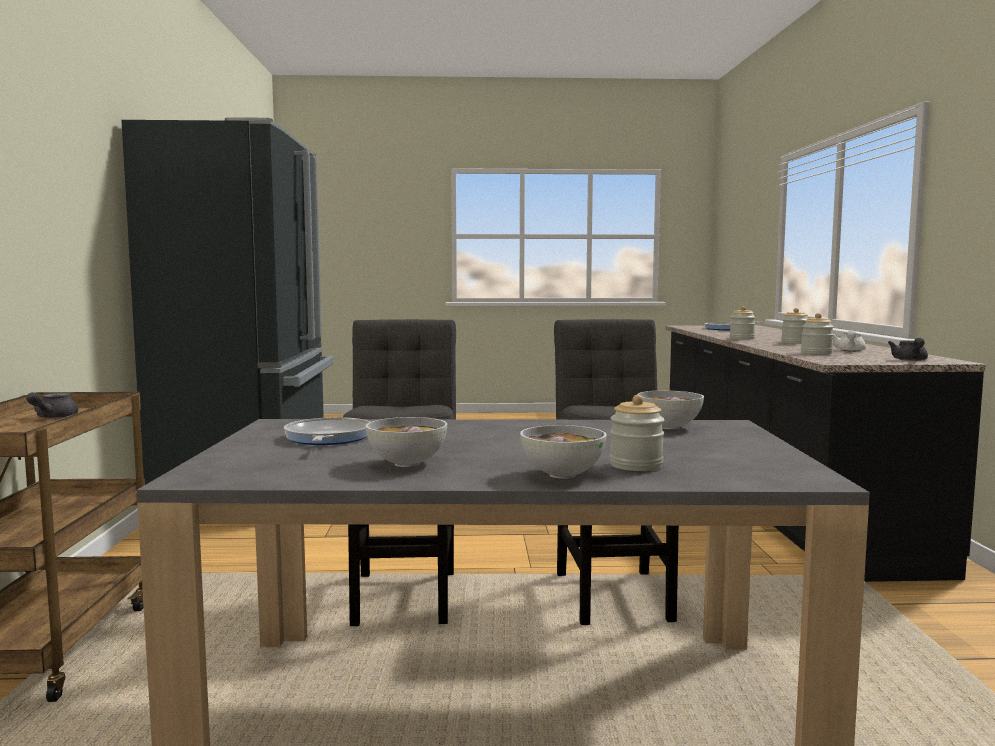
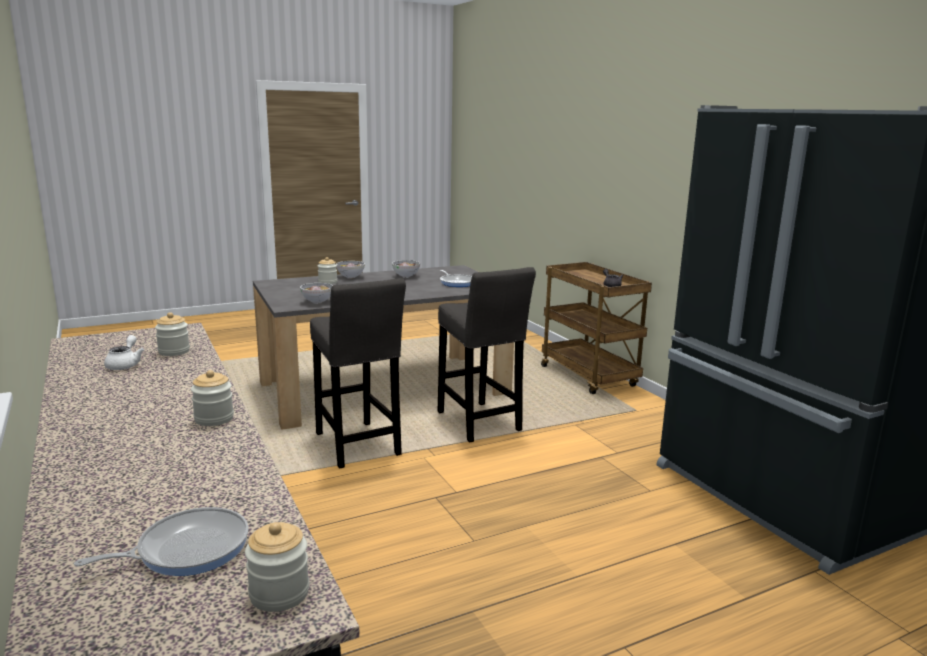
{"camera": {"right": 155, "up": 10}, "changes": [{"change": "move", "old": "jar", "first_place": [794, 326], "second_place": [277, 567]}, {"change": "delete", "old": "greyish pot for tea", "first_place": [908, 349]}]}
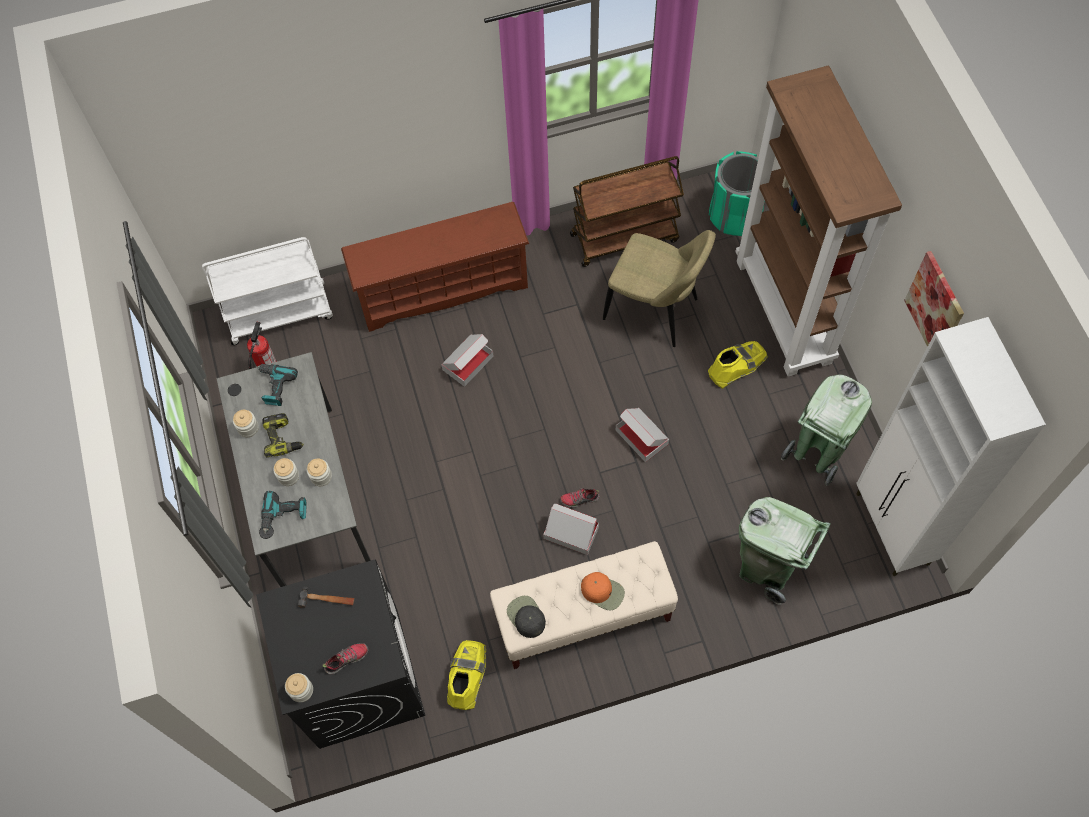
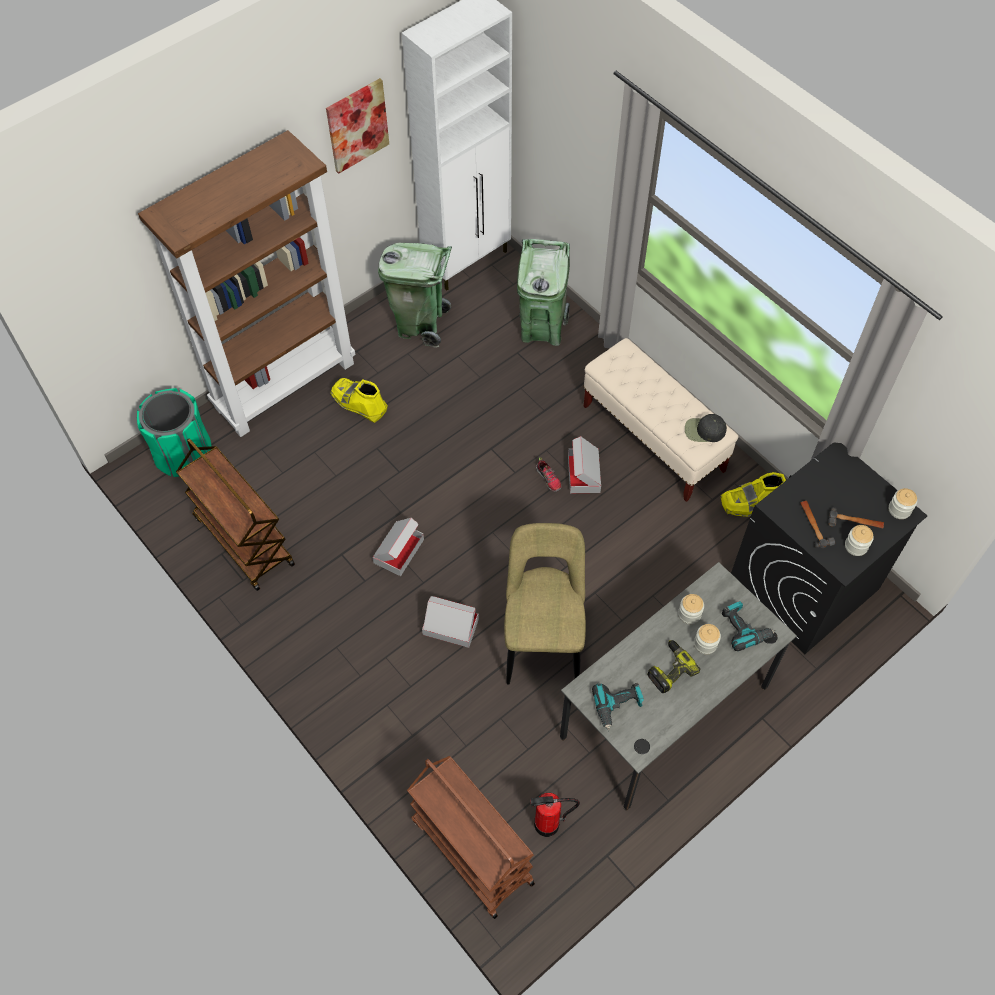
{"camera": {"right": -115, "up": -5}, "changes": [{"change": "delete", "old": "brown shoe shelf", "first_place": [435, 267]}, {"change": "move", "old": "sand-coloured chair", "first_place": [659, 288], "second_place": [545, 603]}, {"change": "recolor", "old": "white-coloured trolley", "new": "brown trolley", "first_place": [267, 291], "second_place": [471, 837]}, {"change": "move", "old": "carton", "first_place": [642, 435], "second_place": [398, 547]}, {"change": "move", "old": "jar", "first_place": [246, 423], "second_place": [859, 540]}, {"change": "delete", "old": "orangey baseball cap", "first_place": [603, 591]}, {"change": "rotate", "old": "black baseball cap", "first_place": [526, 617], "second_place": [706, 428], "degrees": 60}, {"change": "delete", "old": "item of footwear", "first_place": [345, 659]}, {"change": "insert", "new": "tool hammer", "second_place": [856, 518]}]}
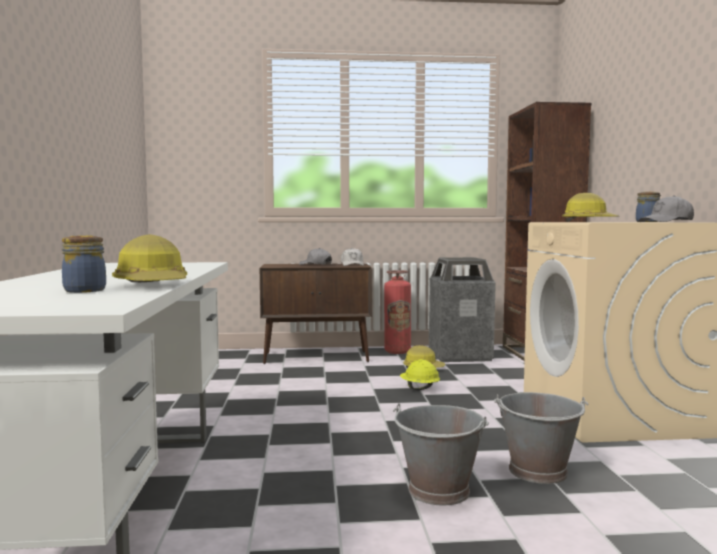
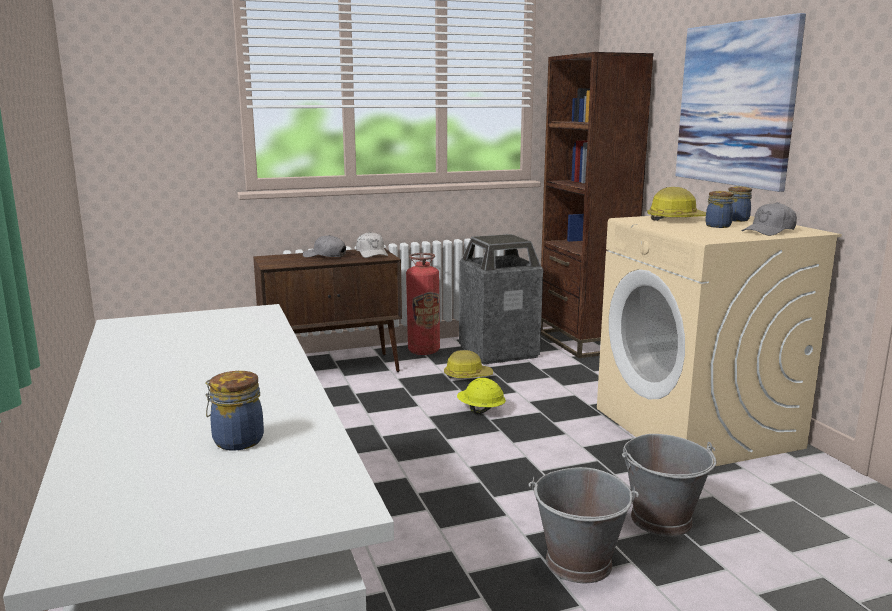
{"camera": {"right": -15, "up": 10}, "changes": [{"change": "delete", "old": "safety helmet", "first_place": [149, 258]}, {"change": "insert", "new": "wall art", "second_place": [740, 102]}, {"change": "insert", "new": "jar", "second_place": [719, 209]}]}
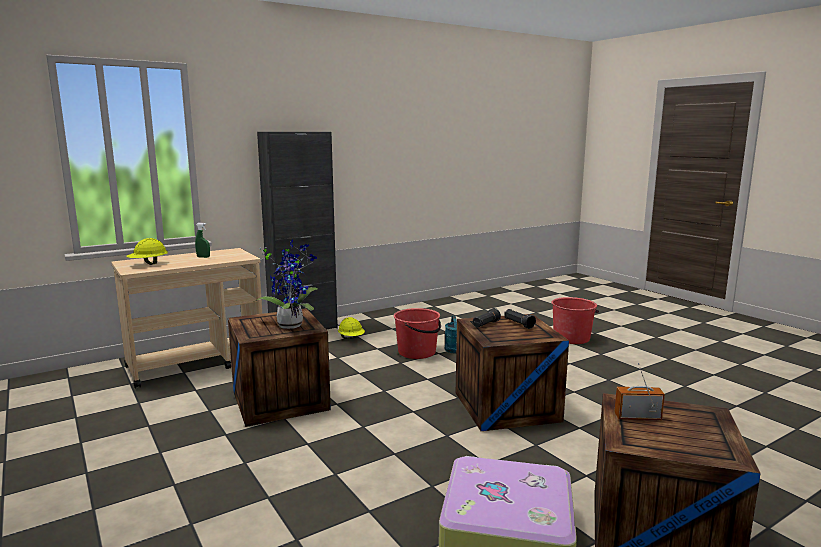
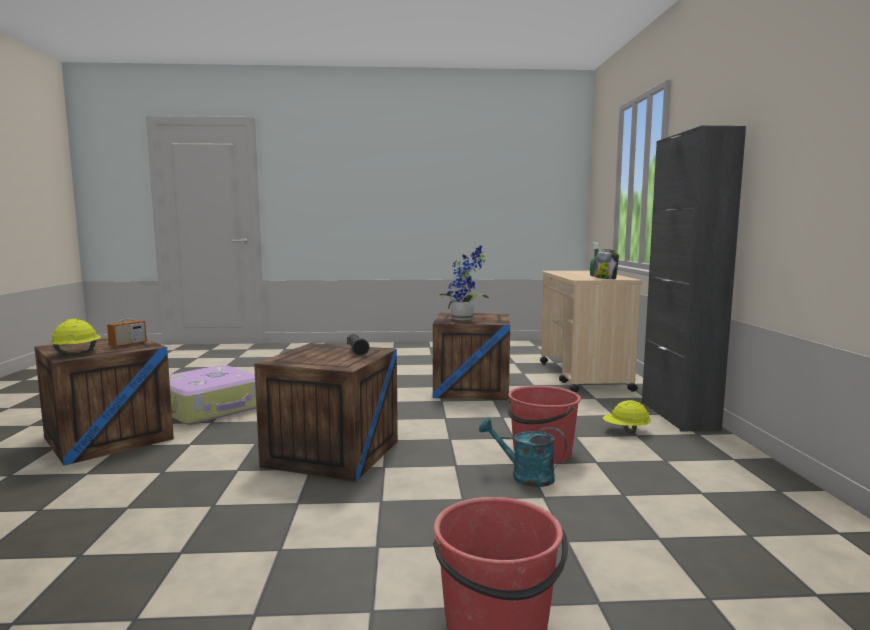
{"camera": {"right": 120, "up": -5}, "changes": [{"change": "move", "old": "yellowish safety helmet", "first_place": [147, 251], "second_place": [75, 336]}, {"change": "delete", "old": "black torch", "first_place": [520, 319]}, {"change": "insert", "new": "jar", "second_place": [606, 264]}]}
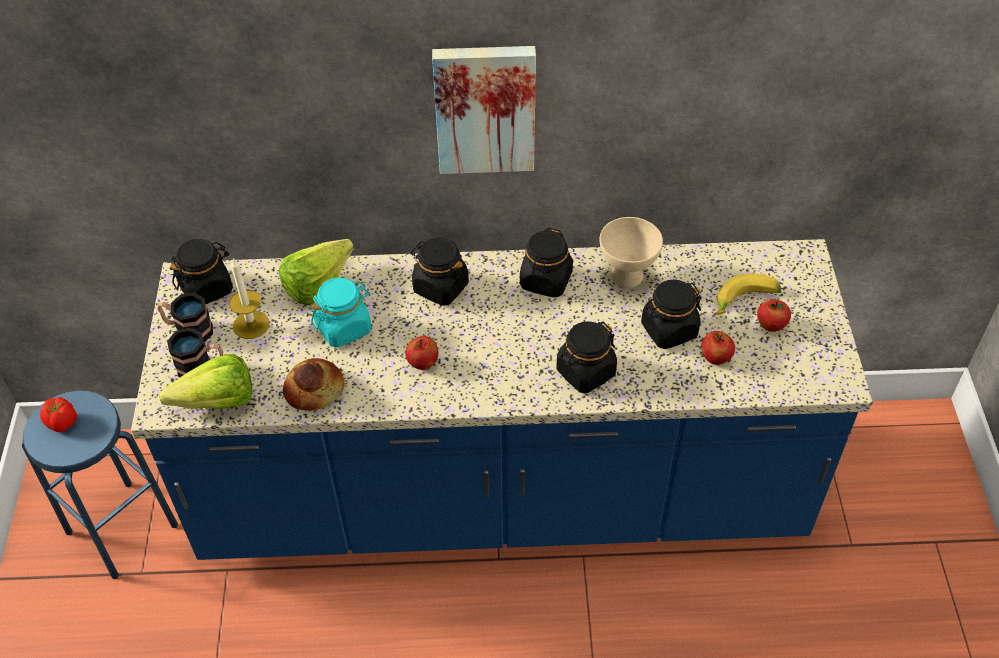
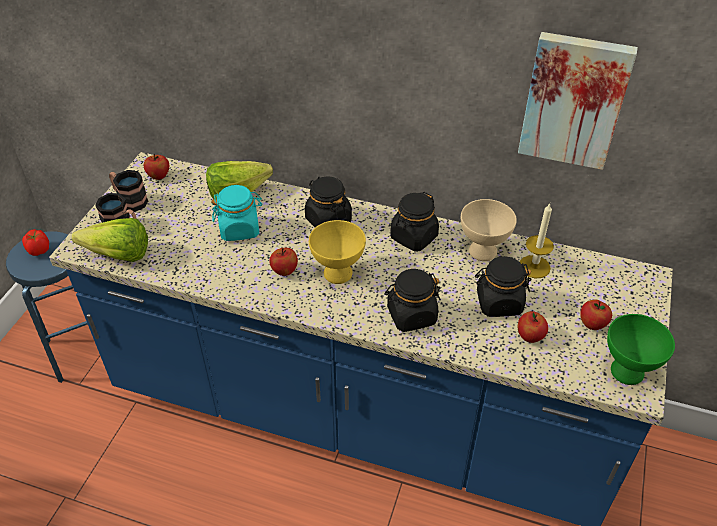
{"camera": {"right": 20, "up": -5}, "changes": [{"change": "move", "old": "wall art", "first_place": [484, 110], "second_place": [578, 101]}, {"change": "replace", "old": "black jar", "new": "apple", "first_place": [201, 271], "second_place": [156, 167]}, {"change": "move", "old": "candle", "first_place": [249, 298], "second_place": [537, 240]}, {"change": "delete", "old": "banana fruit", "first_place": [747, 294]}, {"change": "delete", "old": "baked bread", "first_place": [314, 384]}, {"change": "insert", "new": "yellowish bowl", "second_place": [337, 252]}, {"change": "insert", "new": "green bowl", "second_place": [641, 349]}]}
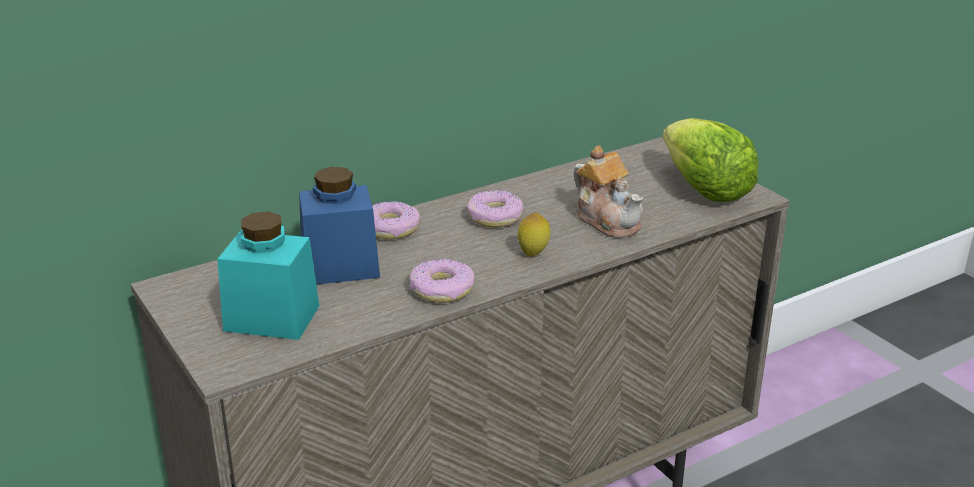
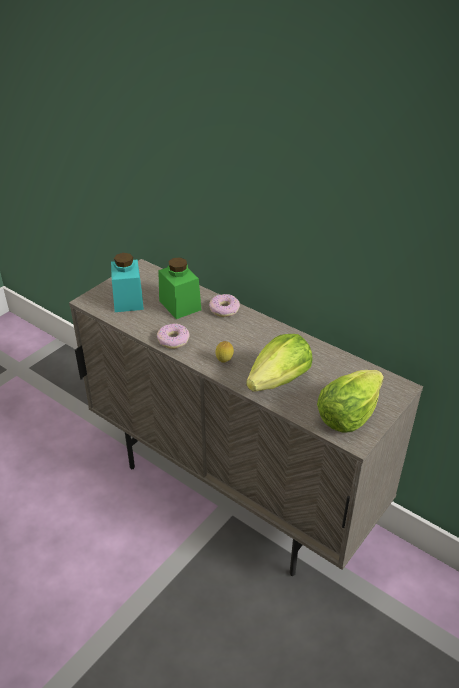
{"camera": {"right": 70, "up": 10}, "changes": [{"change": "replace", "old": "pot for tea", "new": "lettuce", "first_place": [608, 191], "second_place": [279, 362]}, {"change": "recolor", "old": "blue-coloured jar", "new": "green jar", "first_place": [339, 226], "second_place": [179, 288]}, {"change": "delete", "old": "ring doughnut", "first_place": [495, 209]}]}
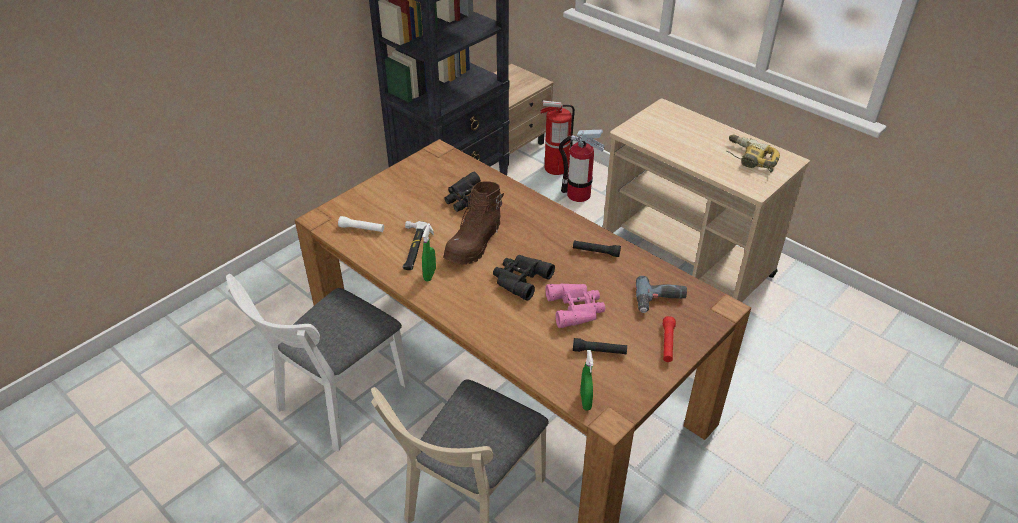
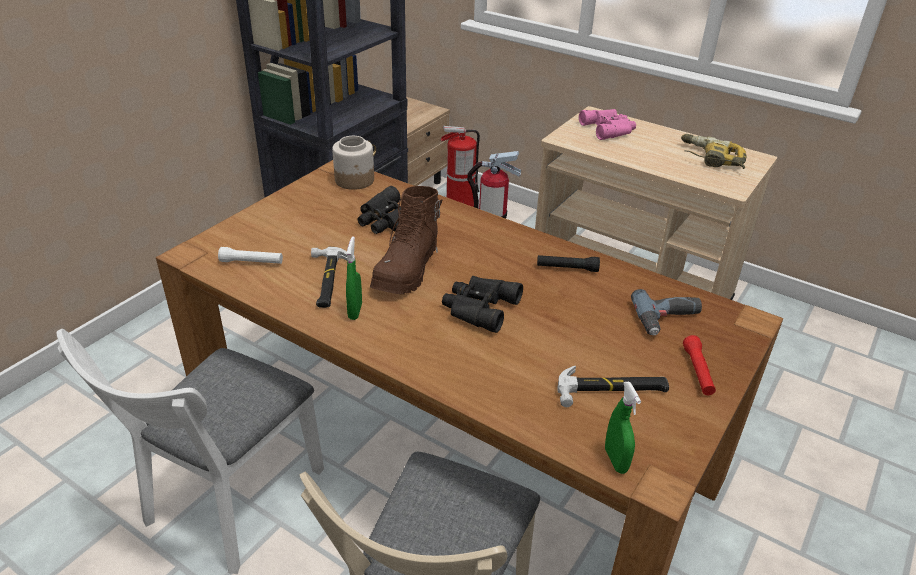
{"camera": {"right": -10, "up": -5}, "changes": [{"change": "move", "old": "pink-coloured binoculars", "first_place": [575, 305], "second_place": [607, 124]}, {"change": "replace", "old": "black torch", "new": "tool hammer", "first_place": [600, 346], "second_place": [613, 386]}, {"change": "insert", "new": "jar", "second_place": [353, 163]}]}
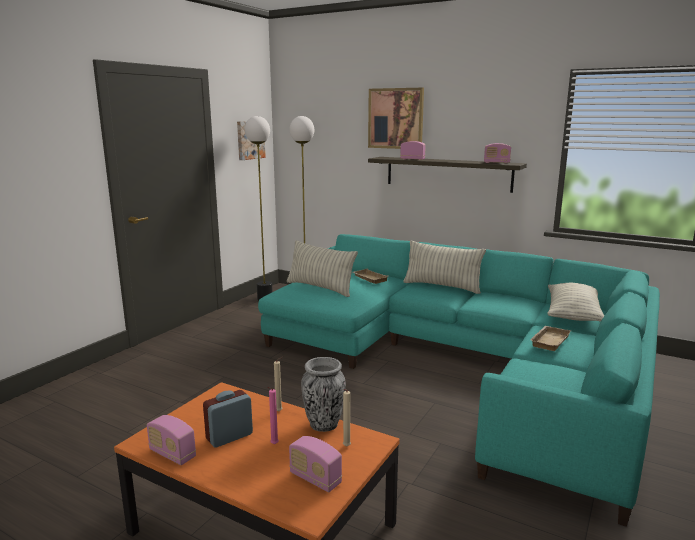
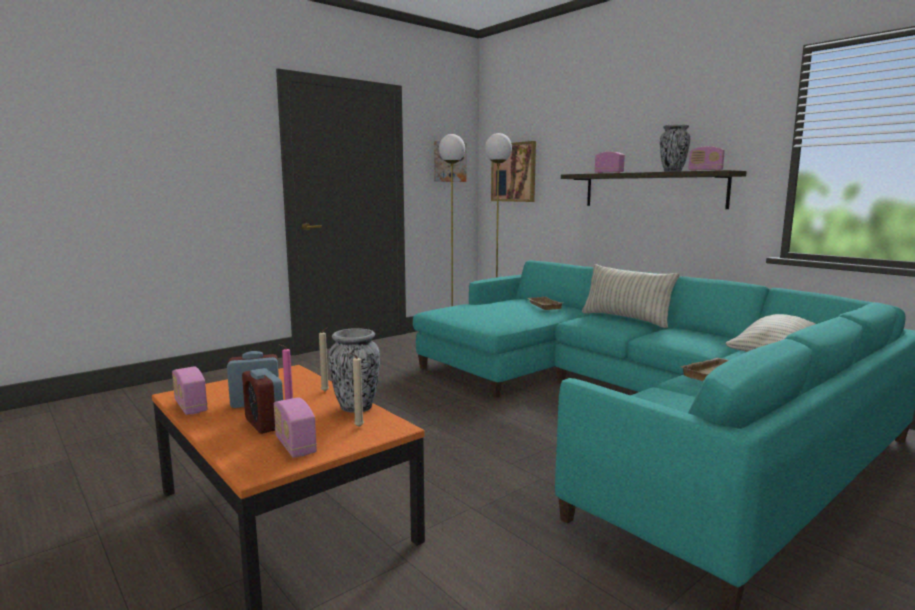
{"camera": {"right": 20, "up": -5}, "changes": [{"change": "move", "old": "wall art", "first_place": [396, 118], "second_place": [513, 171]}, {"change": "delete", "old": "pillow", "first_place": [322, 268]}, {"change": "insert", "new": "decorative vase", "second_place": [675, 148]}, {"change": "insert", "new": "bedside clock", "second_place": [262, 401]}]}
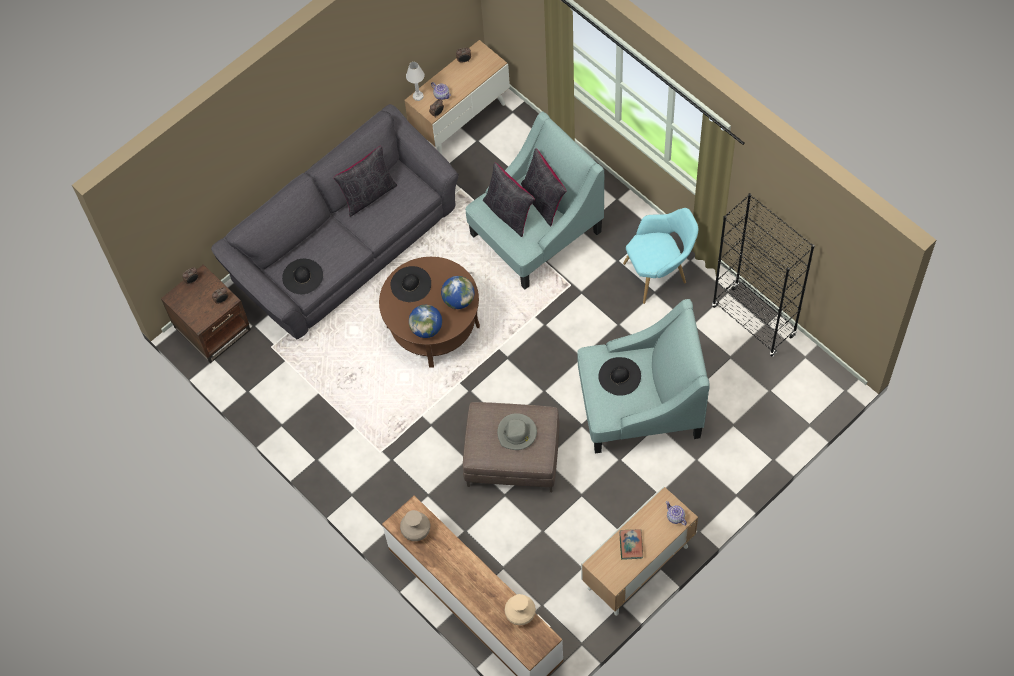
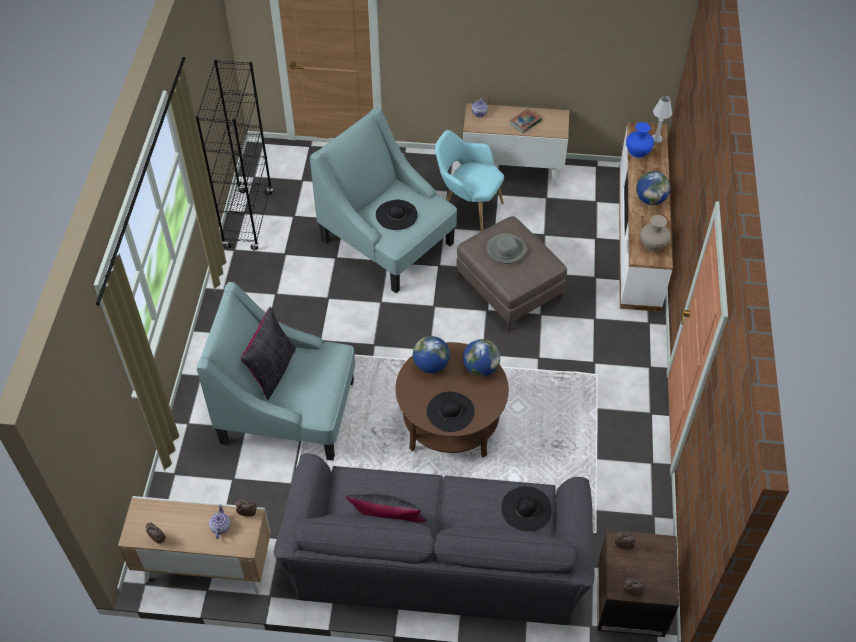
{"camera": {"right": -135, "up": -10}, "changes": [{"change": "move", "old": "white-coloured tabletop lamp", "first_place": [415, 81], "second_place": [662, 119]}, {"change": "delete", "old": "black pillow", "first_place": [509, 199]}, {"change": "move", "old": "blue-green lounge chair", "first_place": [660, 256], "second_place": [469, 180]}, {"change": "recolor", "old": "sand-coloured decorative vase", "new": "blue-coloured decorative vase", "first_place": [520, 609], "second_place": [640, 140]}, {"change": "insert", "new": "desk globe", "second_place": [653, 188]}]}
